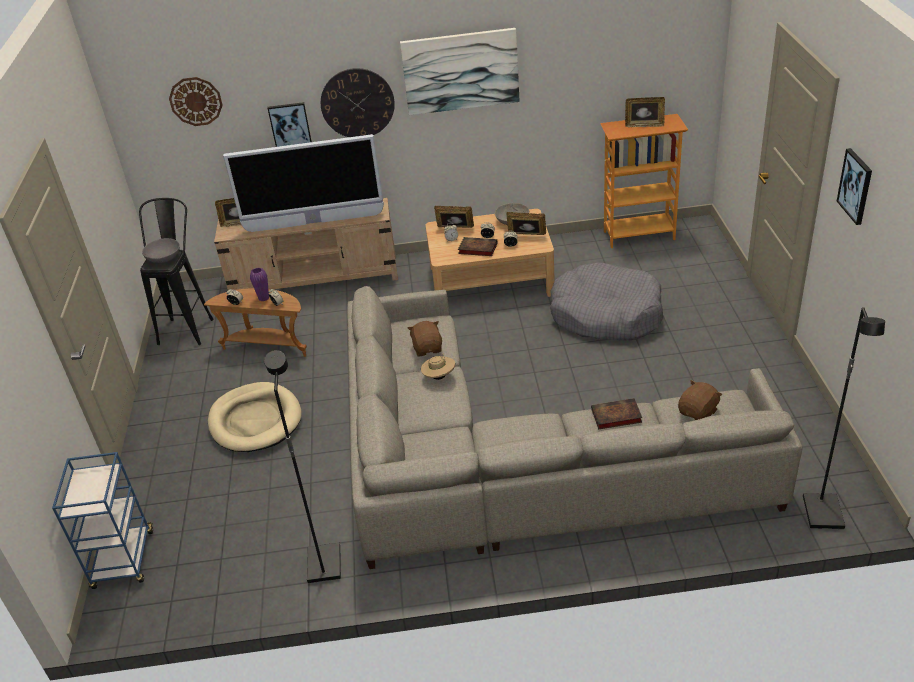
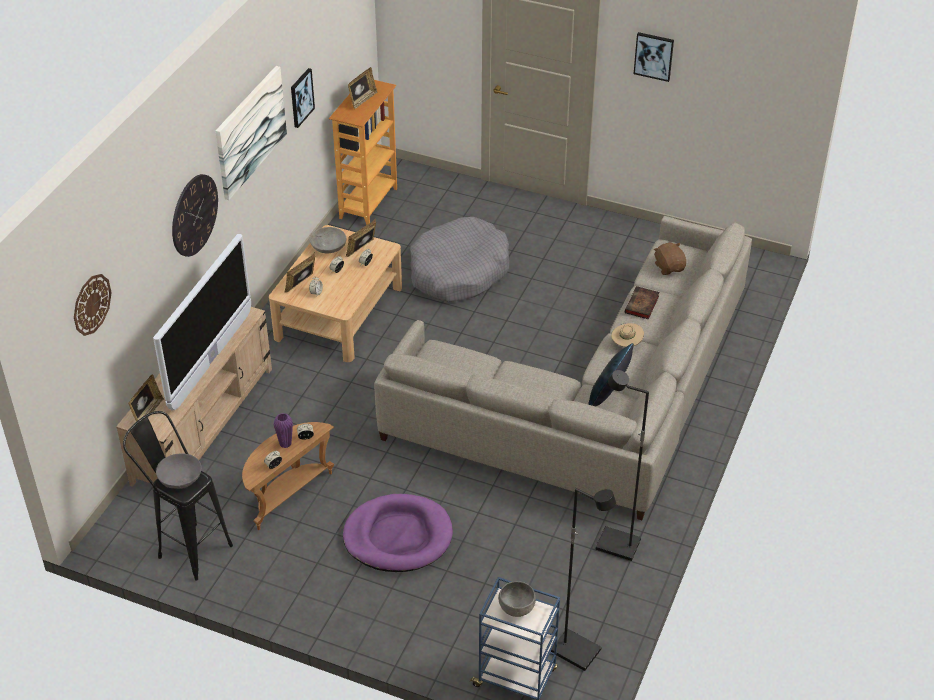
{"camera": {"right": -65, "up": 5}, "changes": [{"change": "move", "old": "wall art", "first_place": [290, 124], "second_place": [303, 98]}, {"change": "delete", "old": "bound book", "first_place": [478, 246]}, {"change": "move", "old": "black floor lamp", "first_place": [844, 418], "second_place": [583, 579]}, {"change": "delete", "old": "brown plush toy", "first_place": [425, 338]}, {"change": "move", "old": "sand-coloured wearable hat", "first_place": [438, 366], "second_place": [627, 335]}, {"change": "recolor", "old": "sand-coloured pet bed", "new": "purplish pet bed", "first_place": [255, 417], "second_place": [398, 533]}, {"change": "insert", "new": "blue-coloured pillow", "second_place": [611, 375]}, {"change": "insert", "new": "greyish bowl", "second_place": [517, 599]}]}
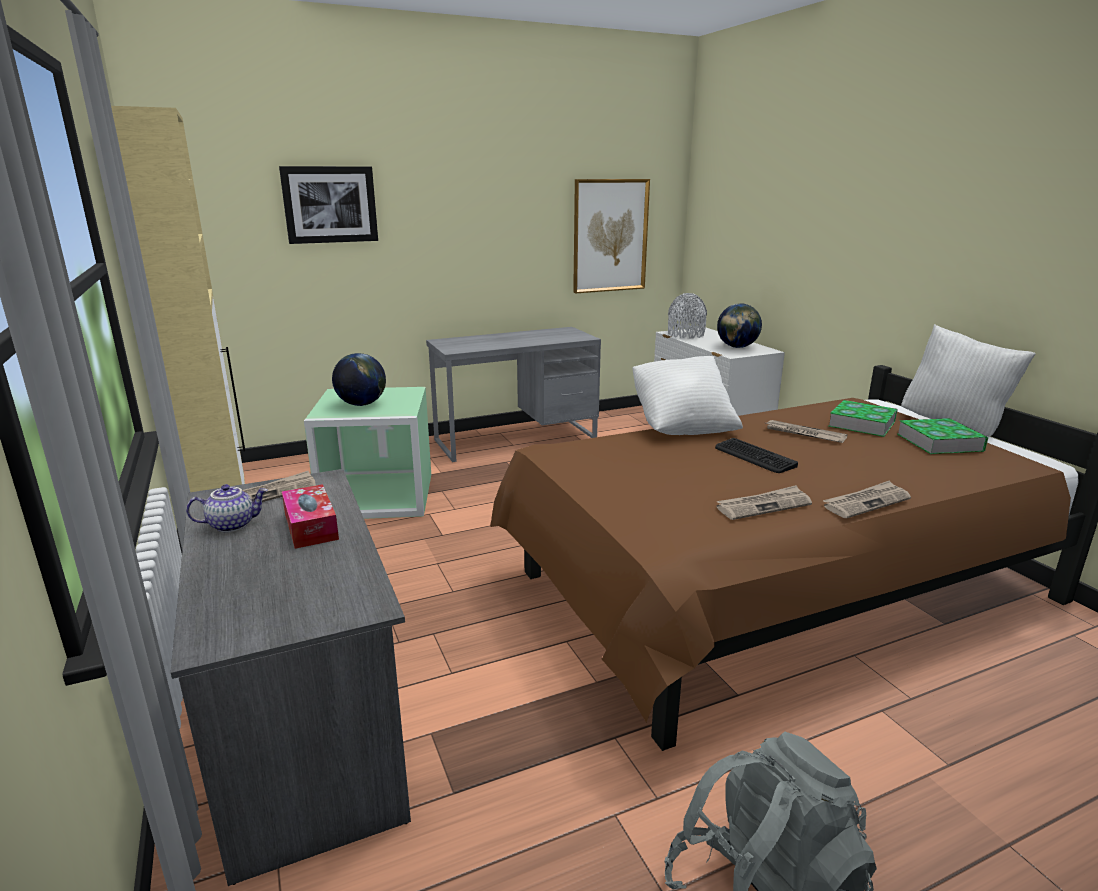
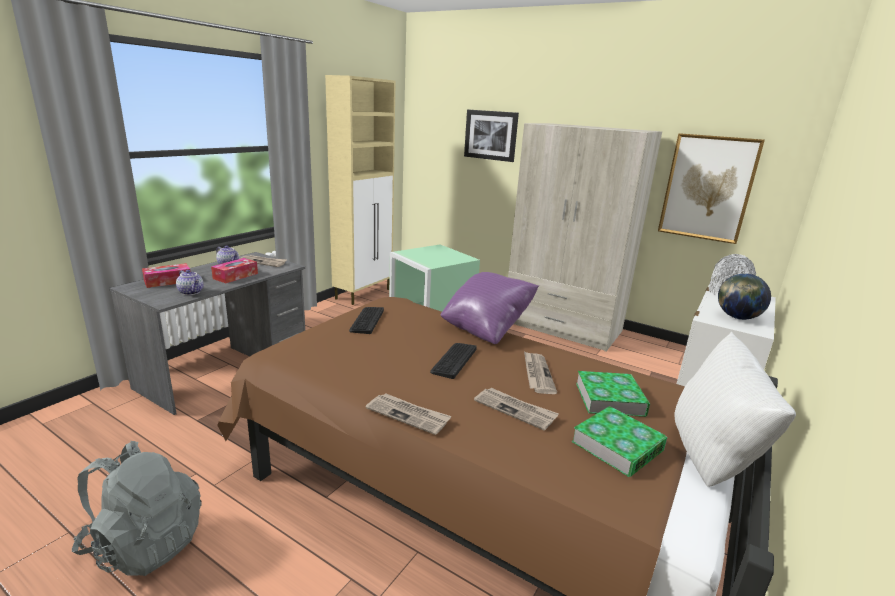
{"camera": {"right": 55, "up": 0}, "changes": [{"change": "replace", "old": "greyish desk", "new": "sand-coloured clothes cupboard", "first_place": [513, 394], "second_place": [585, 237]}, {"change": "delete", "old": "desk globe", "first_place": [359, 379]}, {"change": "recolor", "old": "white-coloured pillow", "new": "purplish pillow", "first_place": [687, 395], "second_place": [490, 308]}, {"change": "move", "old": "newspaper", "first_place": [764, 502], "second_place": [516, 409]}, {"change": "insert", "new": "tissue holder", "second_place": [166, 275]}, {"change": "insert", "new": "pot for tea", "second_place": [190, 282]}, {"change": "insert", "new": "keyboard", "second_place": [366, 320]}]}
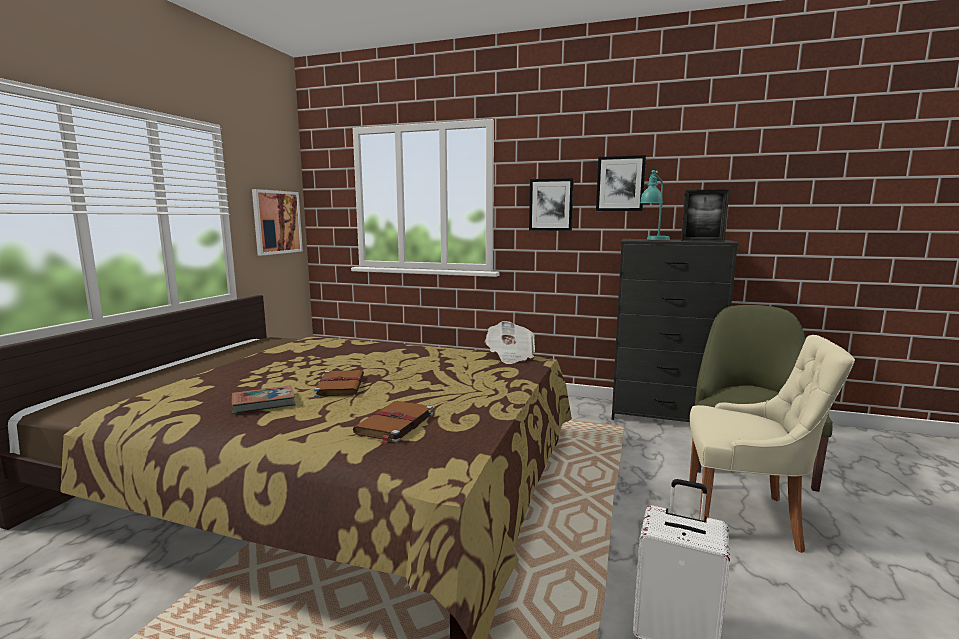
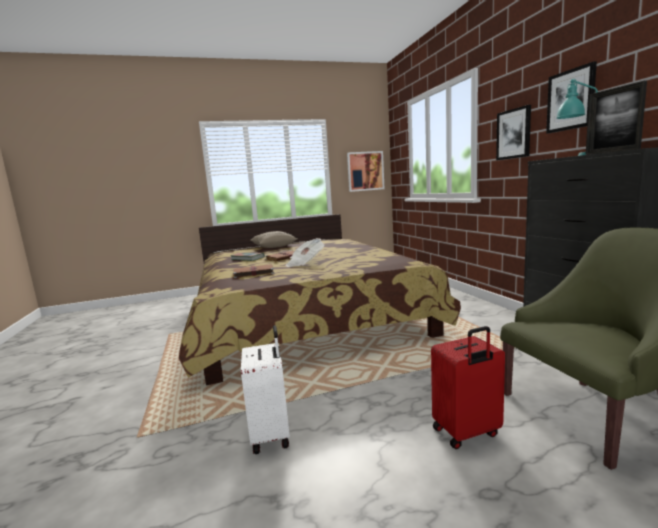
{"camera": {"right": 55, "up": 0}, "changes": [{"change": "move", "old": "newspaper", "first_place": [510, 342], "second_place": [305, 252]}, {"change": "replace", "old": "sand-coloured chair", "new": "reddish piece of luggage", "first_place": [772, 444], "second_place": [468, 387]}, {"change": "insert", "new": "sand-coloured pillow", "second_place": [273, 239]}]}
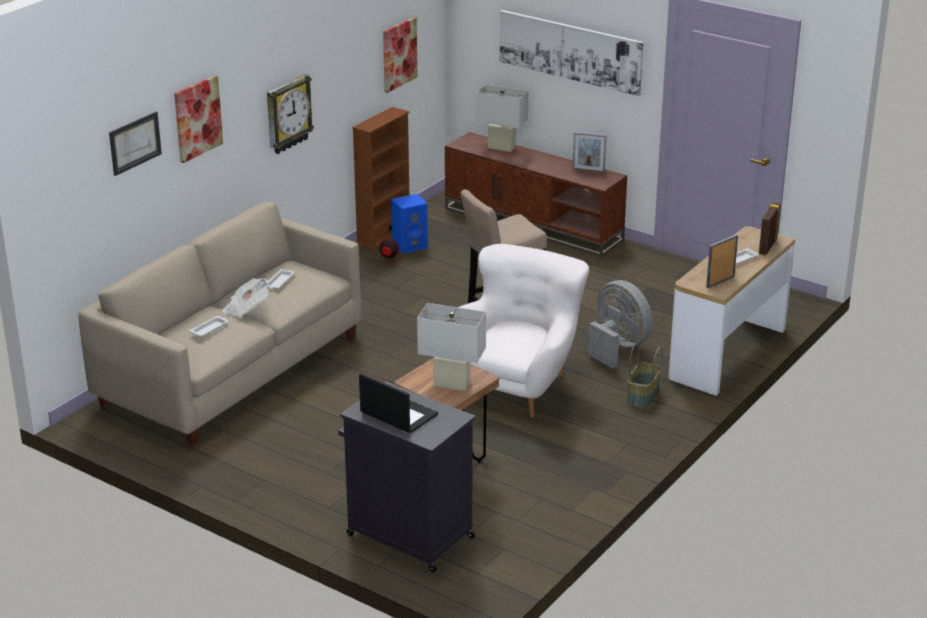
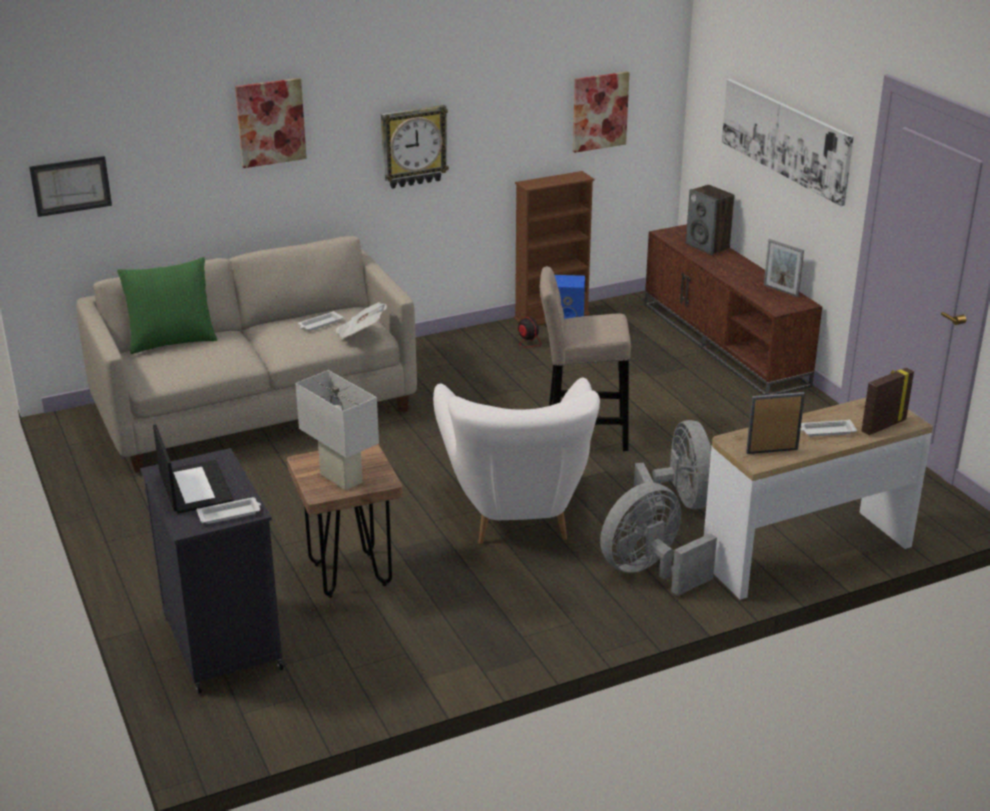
{"camera": {"right": 30, "up": 0}, "changes": [{"change": "replace", "old": "white-coloured tabletop lamp", "new": "audio speaker", "first_place": [502, 118], "second_place": [710, 220]}, {"change": "move", "old": "wall art", "first_place": [135, 144], "second_place": [70, 186]}, {"change": "rotate", "old": "white-coloured lounge chair", "first_place": [524, 331], "second_place": [516, 460], "degrees": 120}, {"change": "move", "old": "newspaper", "first_place": [245, 298], "second_place": [361, 320]}, {"change": "move", "old": "white-coloured carrying tray", "first_place": [209, 326], "second_place": [228, 510]}, {"change": "replace", "old": "household basket", "new": "greyish cooling fan", "first_place": [645, 375], "second_place": [658, 539]}, {"change": "insert", "new": "green pillow", "second_place": [167, 305]}]}
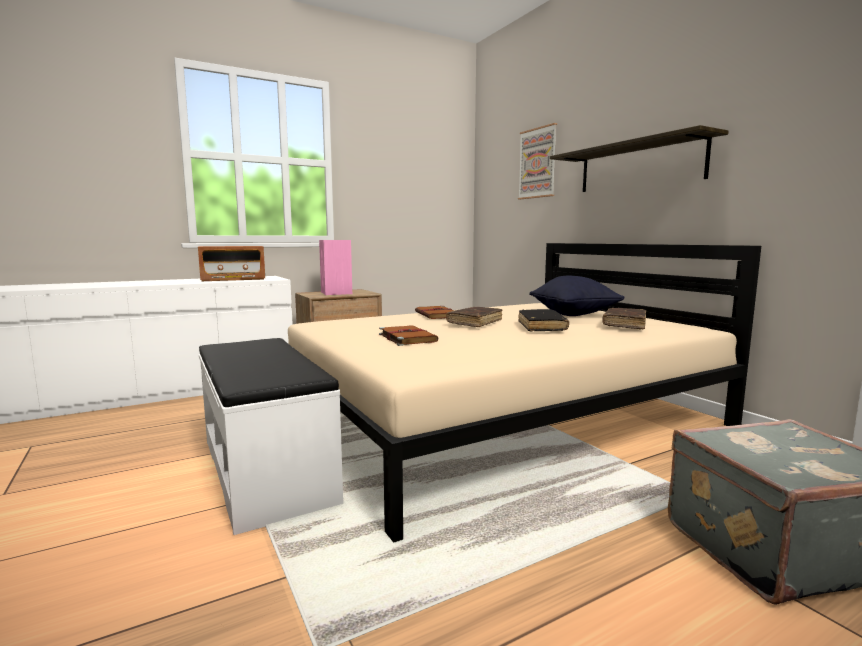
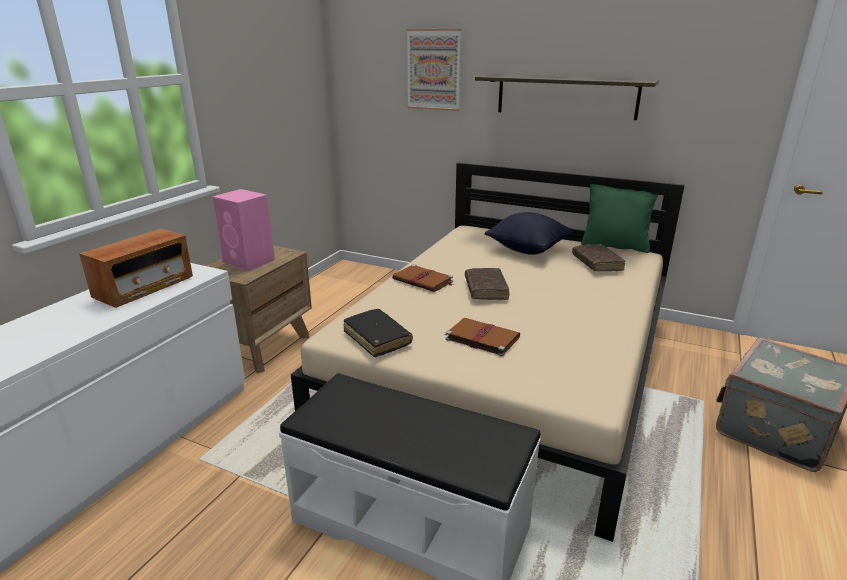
{"camera": {"right": -35, "up": 15}, "changes": [{"change": "move", "old": "black bound book", "first_place": [543, 320], "second_place": [378, 333]}, {"change": "insert", "new": "green pillow", "second_place": [619, 218]}]}
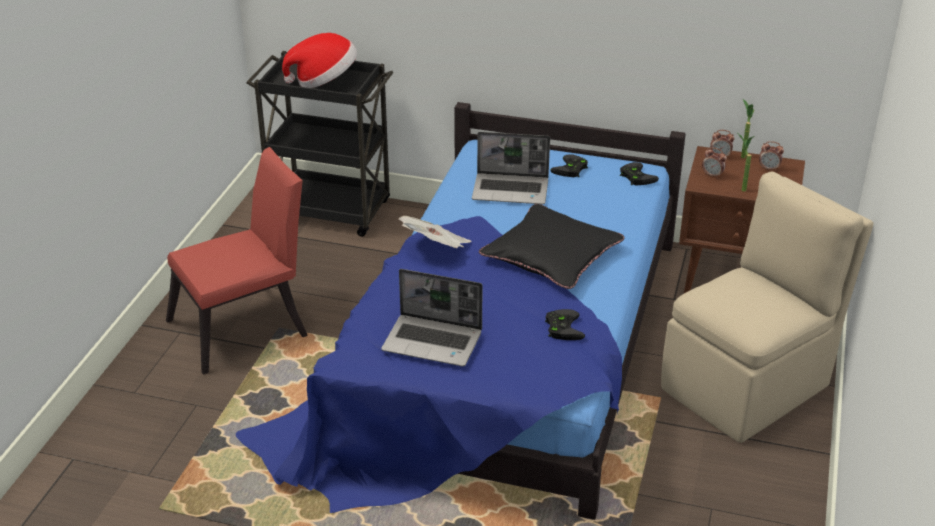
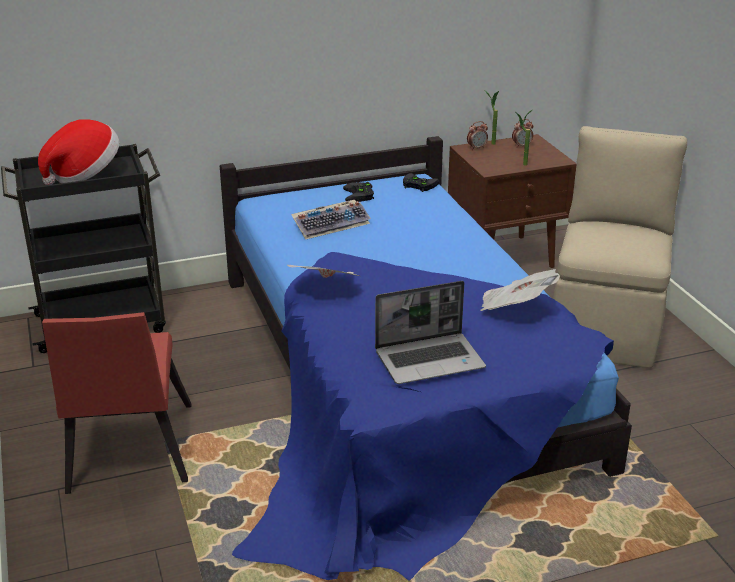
{"camera": {"right": -35, "up": -5}, "changes": [{"change": "replace", "old": "notebook computer", "new": "keyboard", "first_place": [511, 168], "second_place": [331, 220]}, {"change": "rotate", "old": "reddish chair", "first_place": [237, 261], "second_place": [117, 403], "degrees": 150}, {"change": "delete", "old": "bedside clock", "first_place": [714, 163]}, {"change": "delete", "old": "black pillow", "first_place": [551, 246]}, {"change": "replace", "old": "black gamepad", "new": "newspaper", "first_place": [565, 324], "second_place": [520, 290]}]}
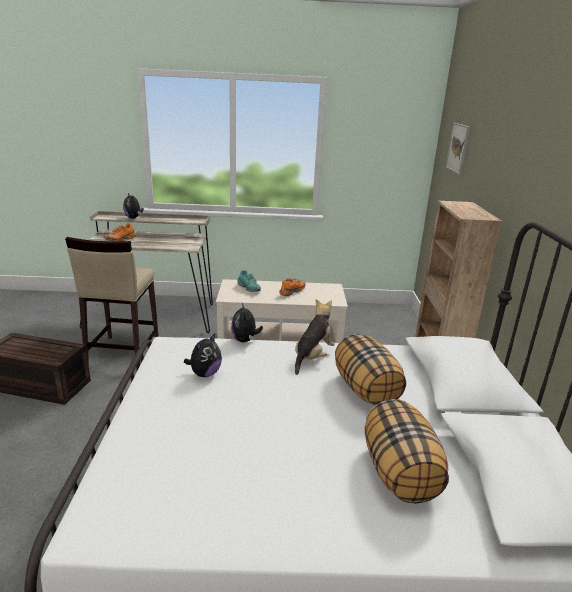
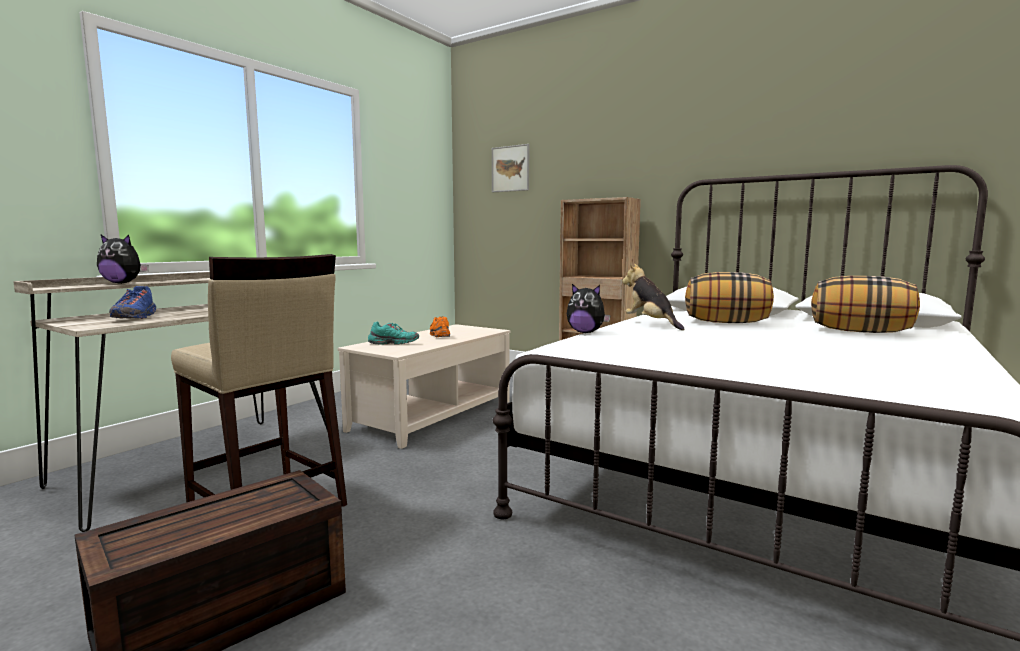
{"camera": {"right": -55, "up": -15}, "changes": [{"change": "recolor", "old": "orangey item of footwear", "new": "blue-coloured item of footwear", "first_place": [120, 232], "second_place": [132, 302]}, {"change": "delete", "old": "plush toy", "first_place": [203, 355]}]}
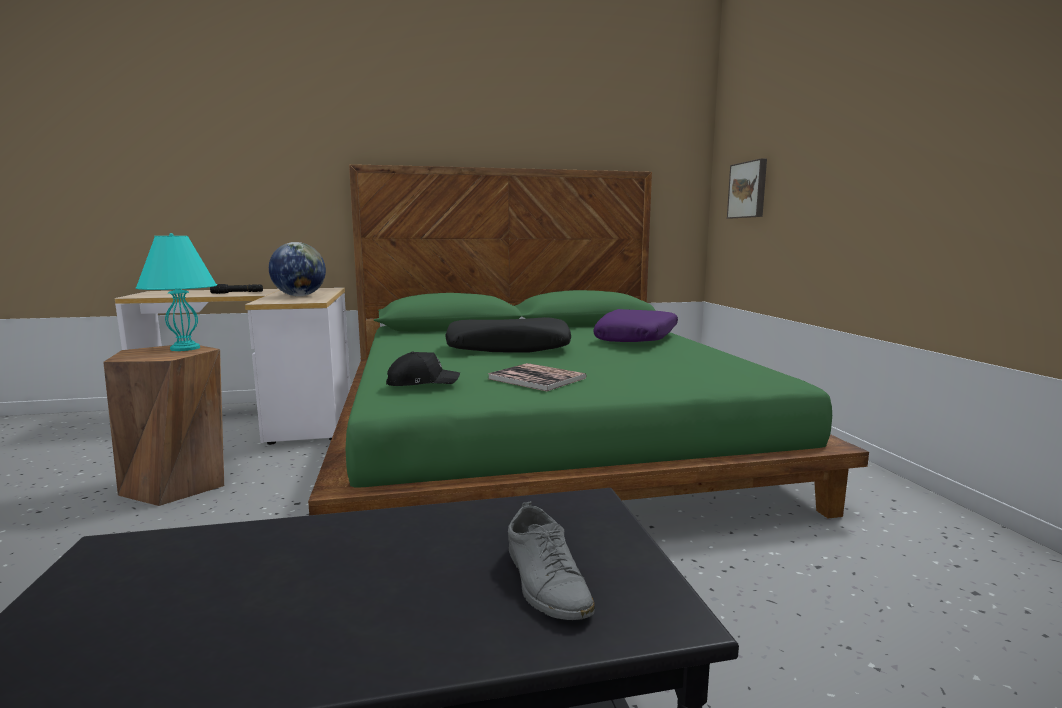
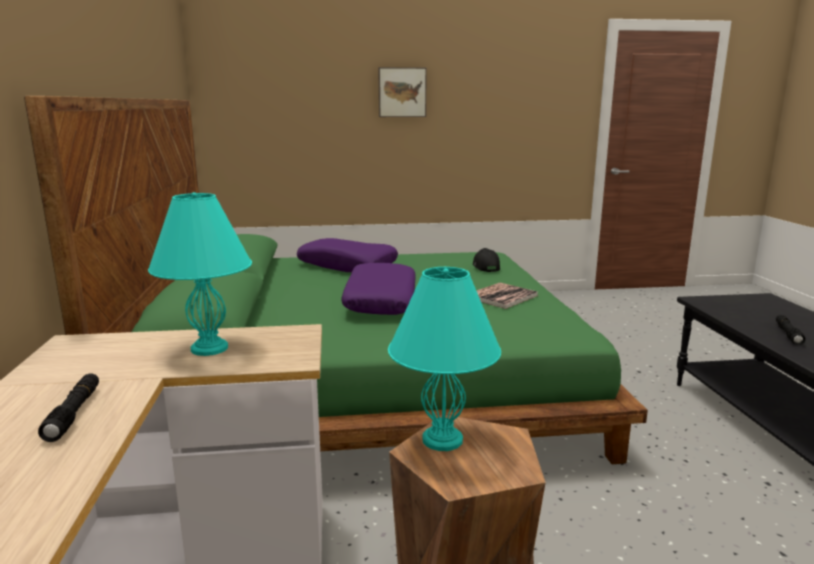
{"camera": {"right": -85, "up": 5}, "changes": [{"change": "move", "old": "wall art", "first_place": [747, 188], "second_place": [402, 92]}, {"change": "replace", "old": "desk globe", "new": "blue-green tabletop lamp", "first_place": [297, 269], "second_place": [200, 274]}, {"change": "recolor", "old": "black pillow", "new": "purplish pillow", "first_place": [508, 335], "second_place": [378, 289]}, {"change": "move", "old": "black baseball cap", "first_place": [423, 368], "second_place": [486, 260]}, {"change": "delete", "old": "greyish item of footwear", "first_place": [551, 560]}, {"change": "insert", "new": "black torch", "second_place": [791, 330]}]}
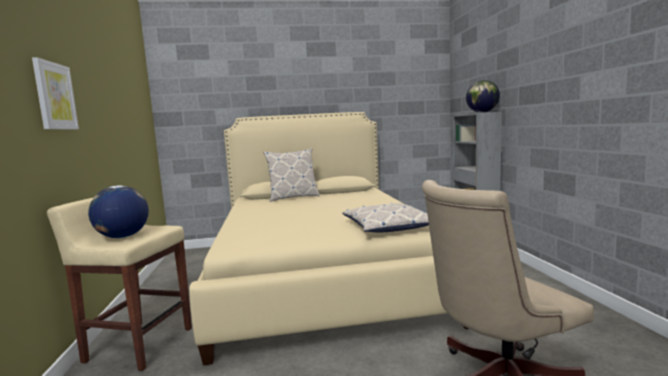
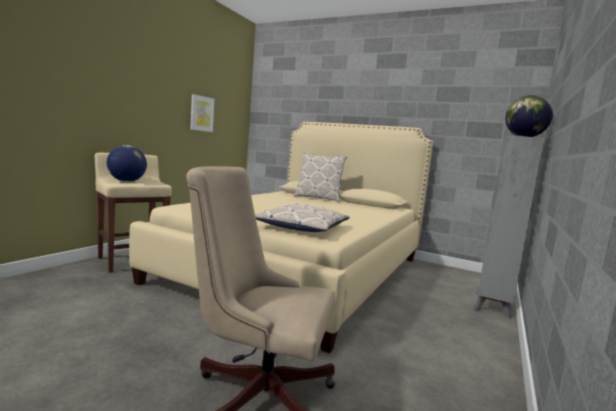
{"camera": {"right": 35, "up": 0}, "changes": [{"change": "move", "old": "wall art", "first_place": [55, 93], "second_place": [202, 113]}]}
